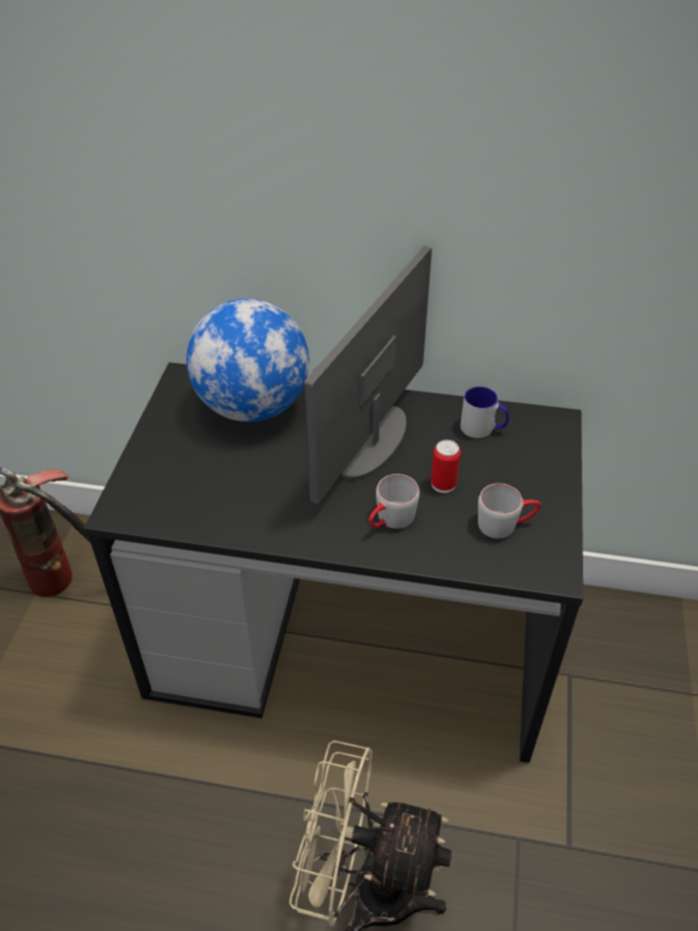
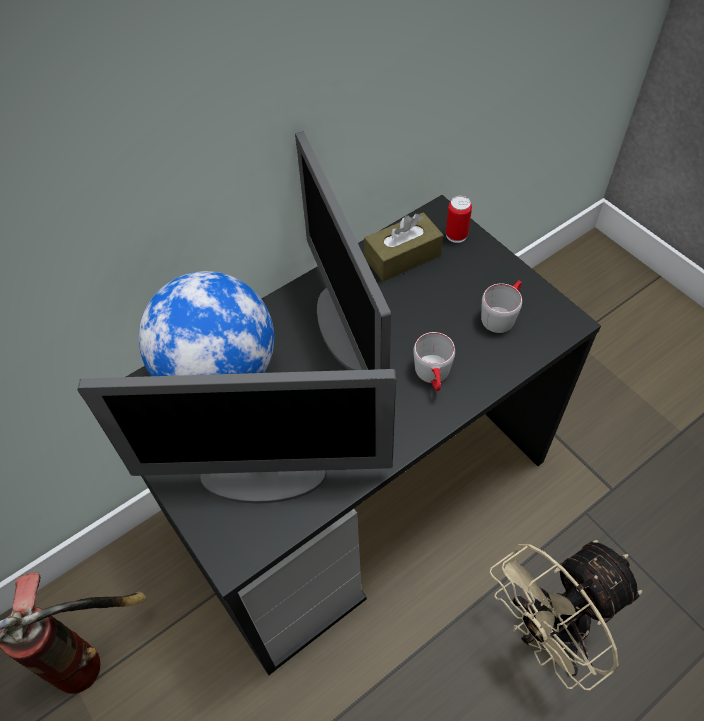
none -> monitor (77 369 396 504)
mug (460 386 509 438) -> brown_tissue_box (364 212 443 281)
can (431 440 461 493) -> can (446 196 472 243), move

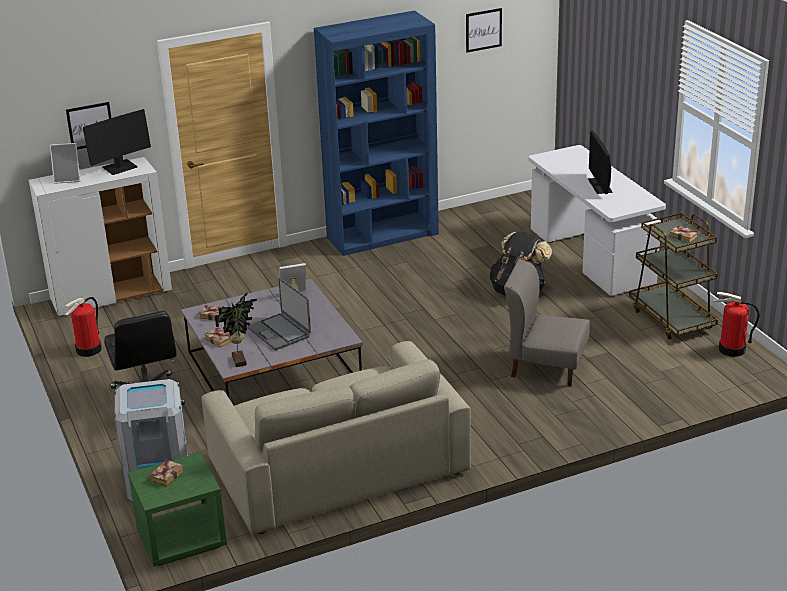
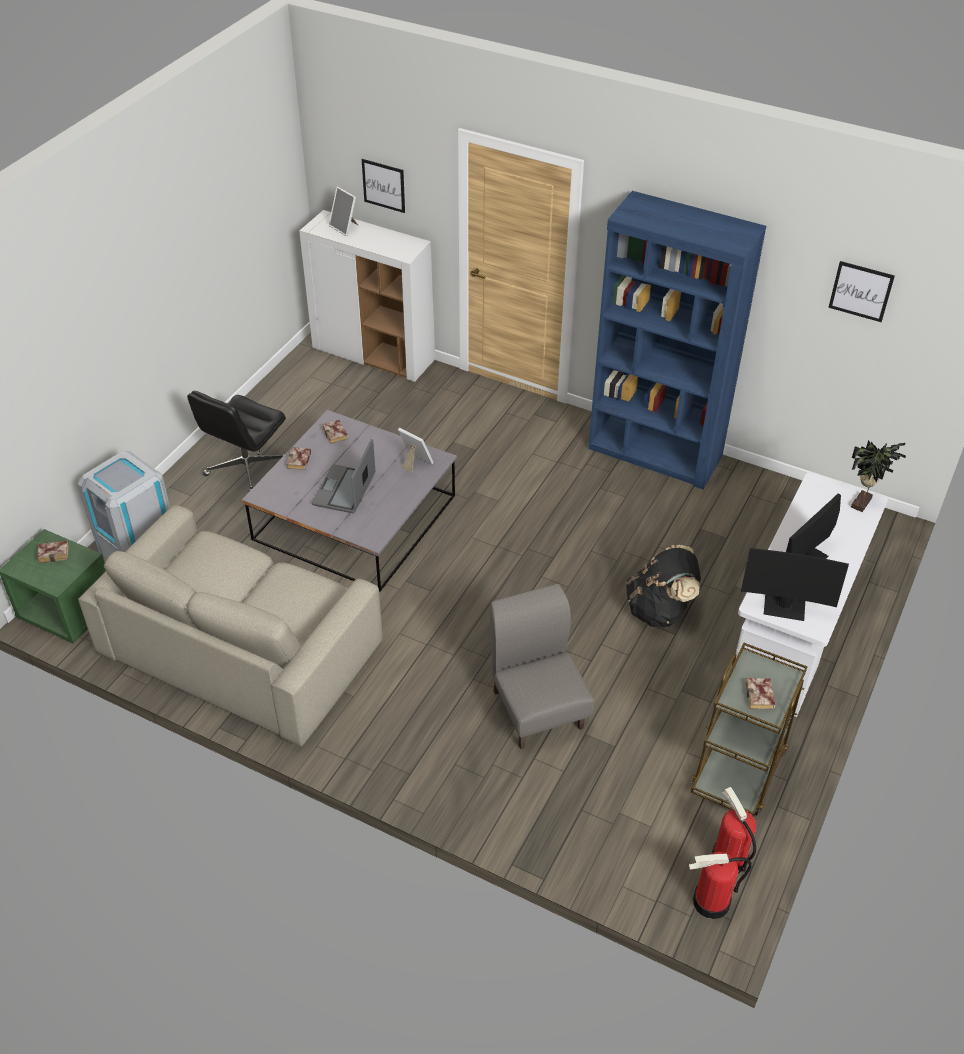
fire_extinguisher (65 297 102 357) -> fire_extinguisher (689 852 752 919), move
monitor (83 109 151 175) -> monitor (741 548 849 621), move
potted_plant (215 293 257 367) -> potted_plant (851 440 906 512), move

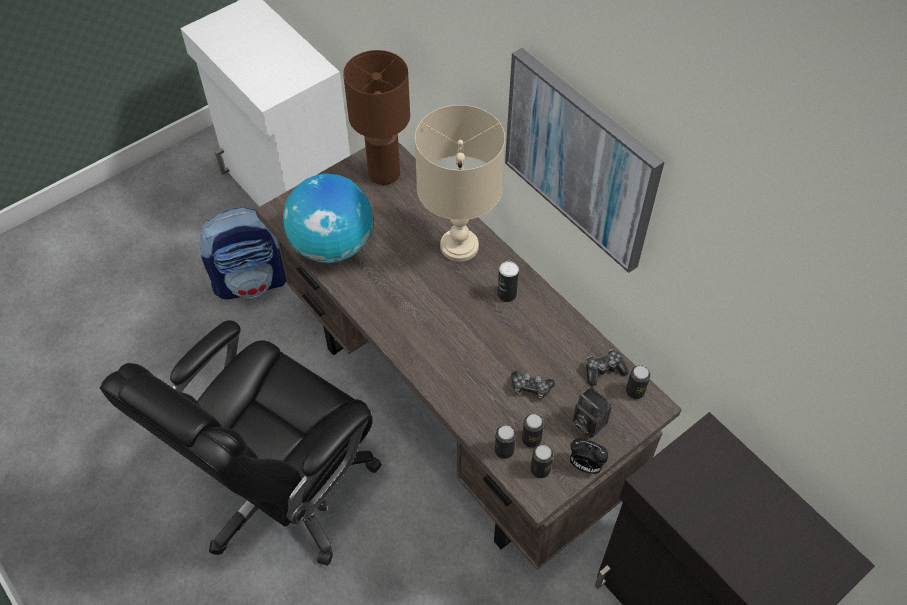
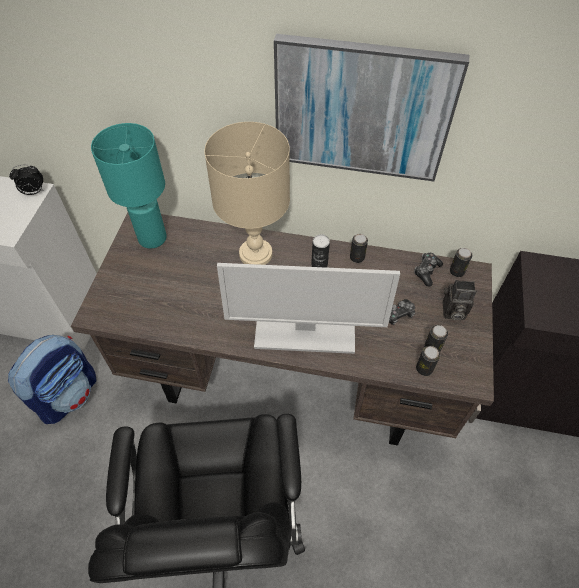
alarm_clock (570 438 609 474) -> alarm_clock (9 164 44 195), move
brown_table_lamp (343 50 410 185) -> turquoise_table_lamp (91 123 167 249)
none -> monitor (217 263 400 354)
can (530 444 553 478) -> can (350 234 368 263), move
globe (283 174 373 263) -> none

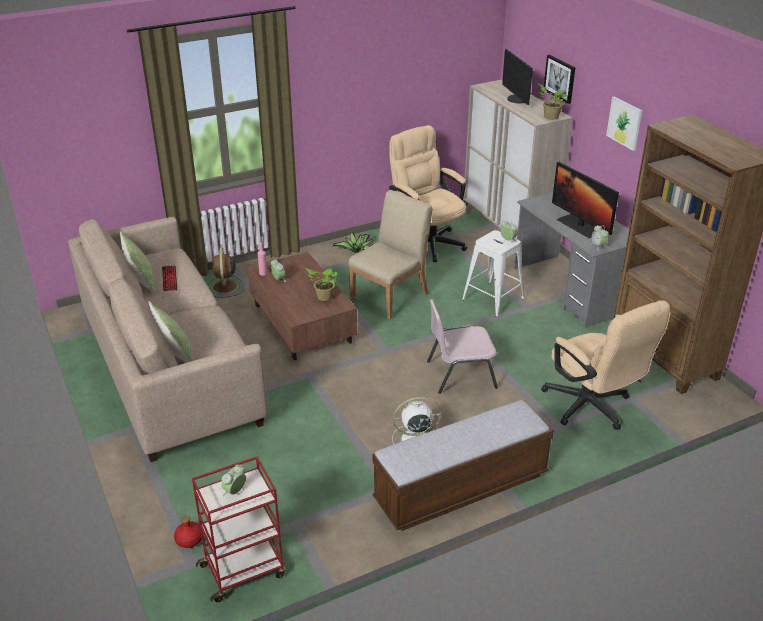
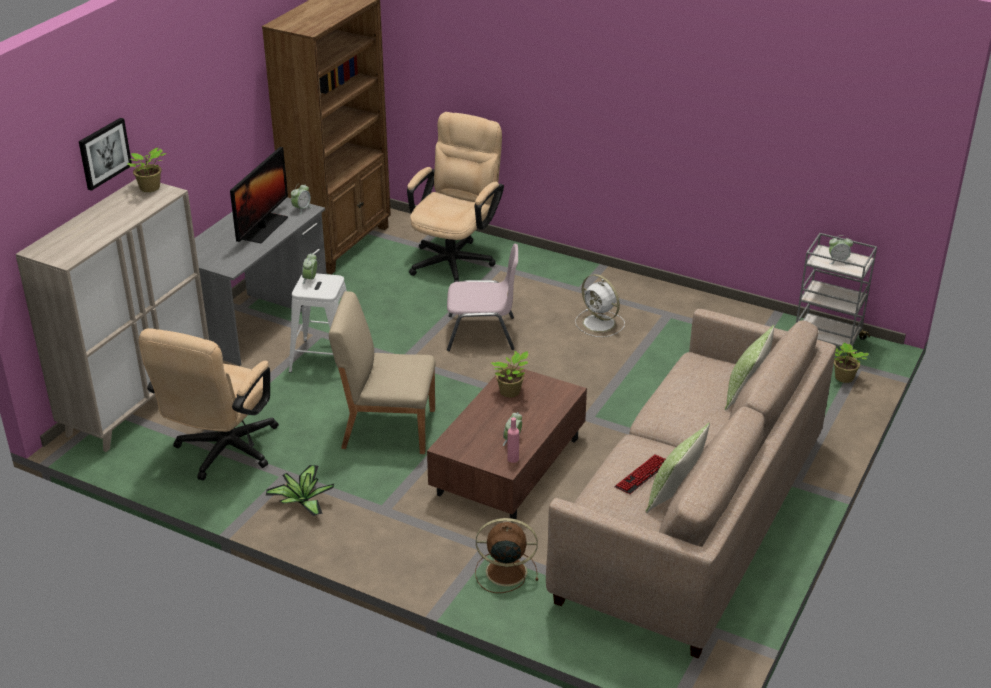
pink_chair (427 299 498 394) -> pink_chair (447 244 518 351), 45 degrees counterclockwise
brown_fan (207 247 244 298) -> brown_fan (475 518 538 593), 135 degrees counterclockwise
red_cart (192 456 286 602) -> grey_cart (796 233 877 359)
red_bottle (174 516 202 548) -> potted_plant (834 342 869 383)
bench (372 400 554 531) -> none
monitor (502 49 533 105) -> none
picture (606 96 642 151) -> none

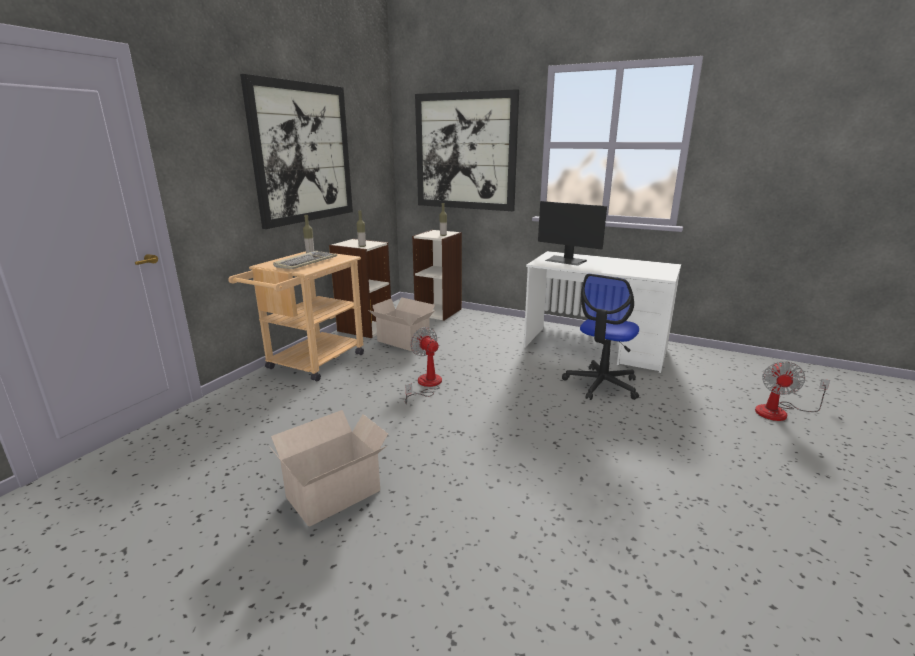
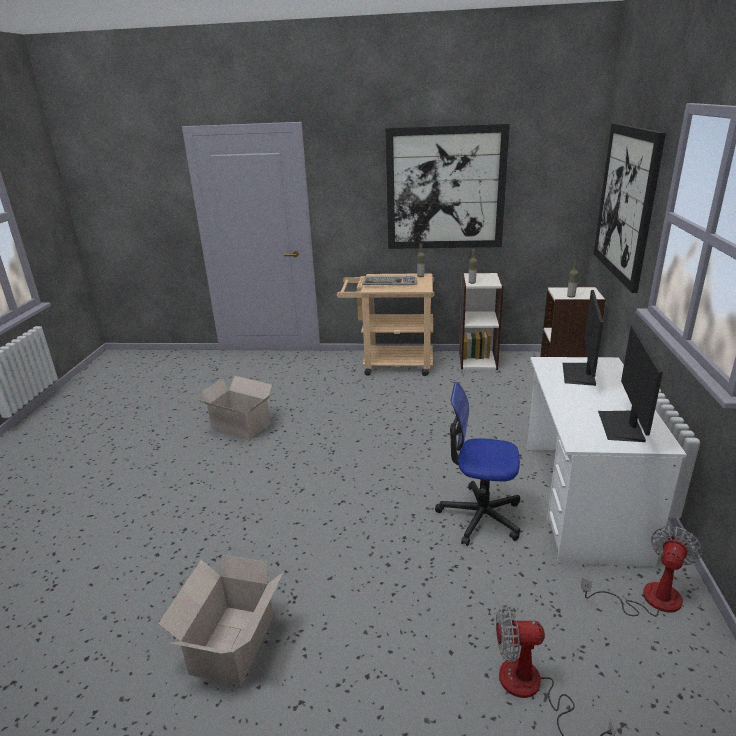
cardboard_box (368 297 435 351) -> cardboard_box (158 555 283 686), move
fan (405 327 442 404) -> fan (581 526 702 616), move
none -> monitor (598 326 663 442)

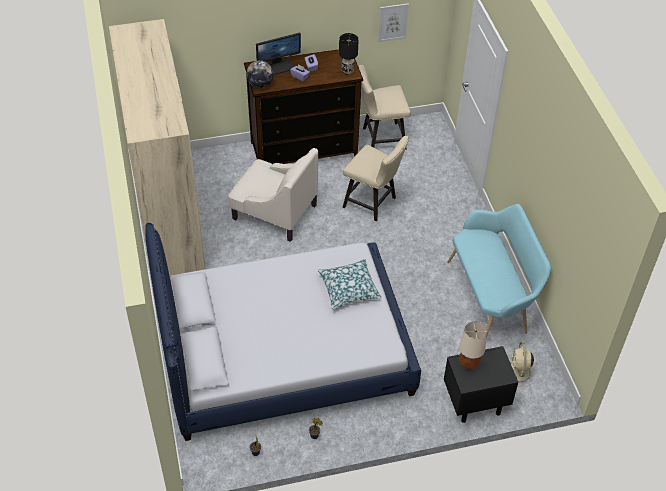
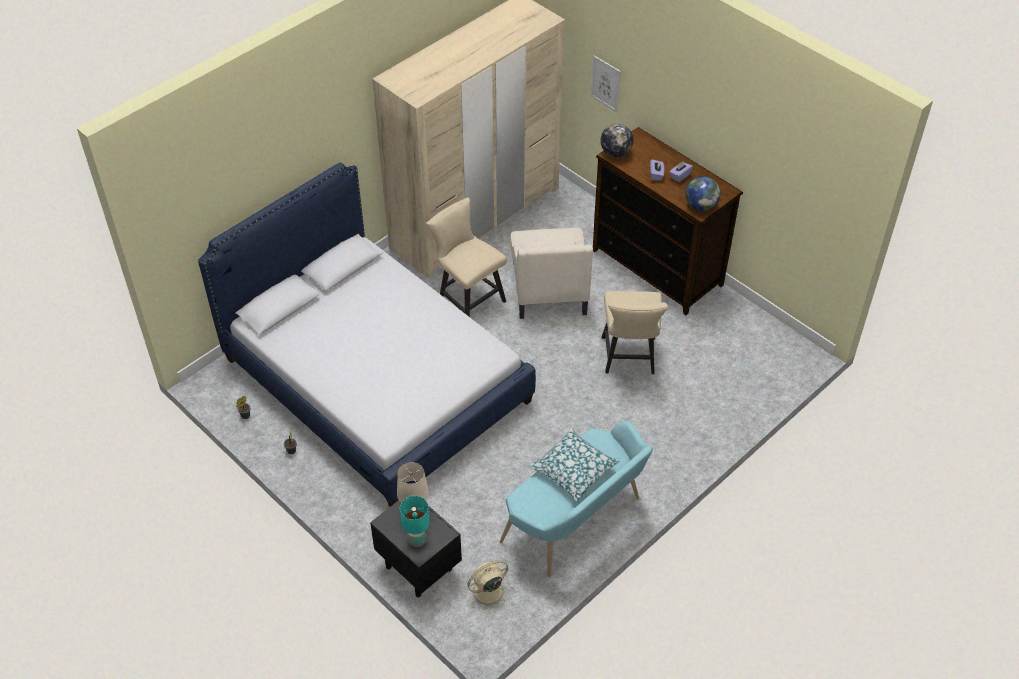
none -> turquoise_table_lamp (400 496 430 547)
beige_chair (358 65 411 150) -> beige_chair (426 197 507 317), move
pillow (318 259 381 310) -> pillow (529 428 619 502), move
picture (378 3 409 42) -> picture (591 55 621 113), move
black_table_lamp (339 33 359 75) -> globe (686 176 720 211)
monitor (256 33 301 75) -> none

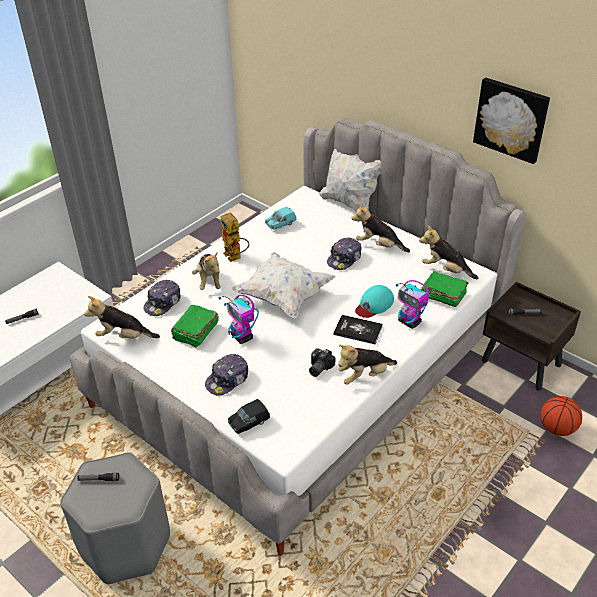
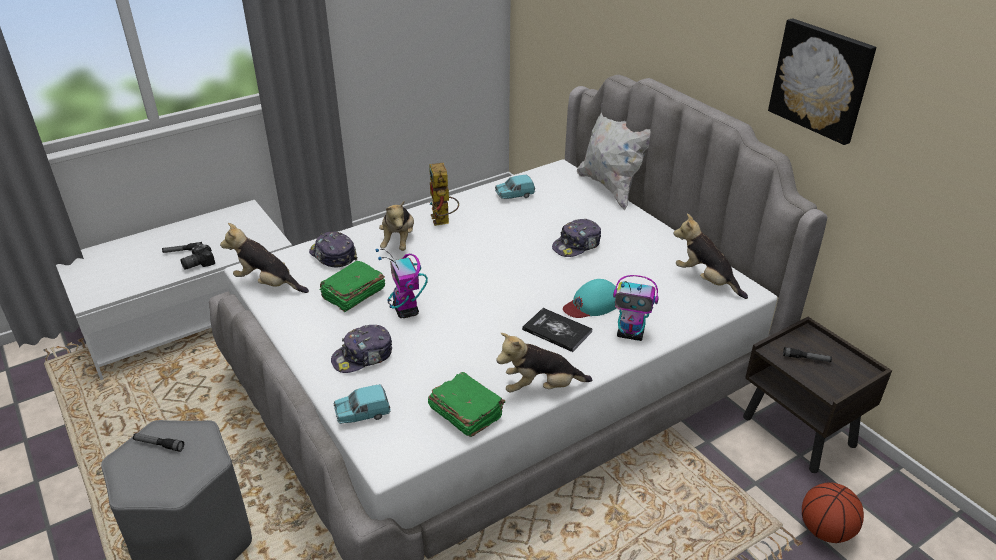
photo_camera (309 349 335 377) -> photo_camera (180 244 215 269), move
cap (143 280 180 316) -> cap (309 232 357 268), 90 degrees clockwise
black_toy_car (228 399 270 434) -> turquoise_toy_car (333 384 391 424)
green_book (421 271 469 307) -> green_book (428 372 505 437), move
toy_robot (396 280 429 329) -> toy_robot (613 275 658 341), 45 degrees counterclockwise
white_pillow (232 252 336 318) -> none
plush_toy (352 203 410 252) -> none

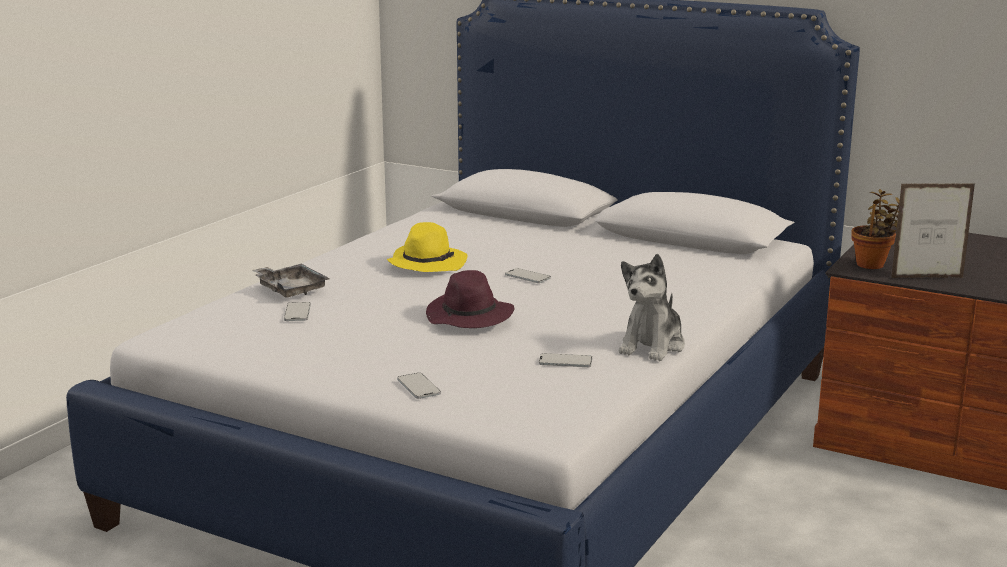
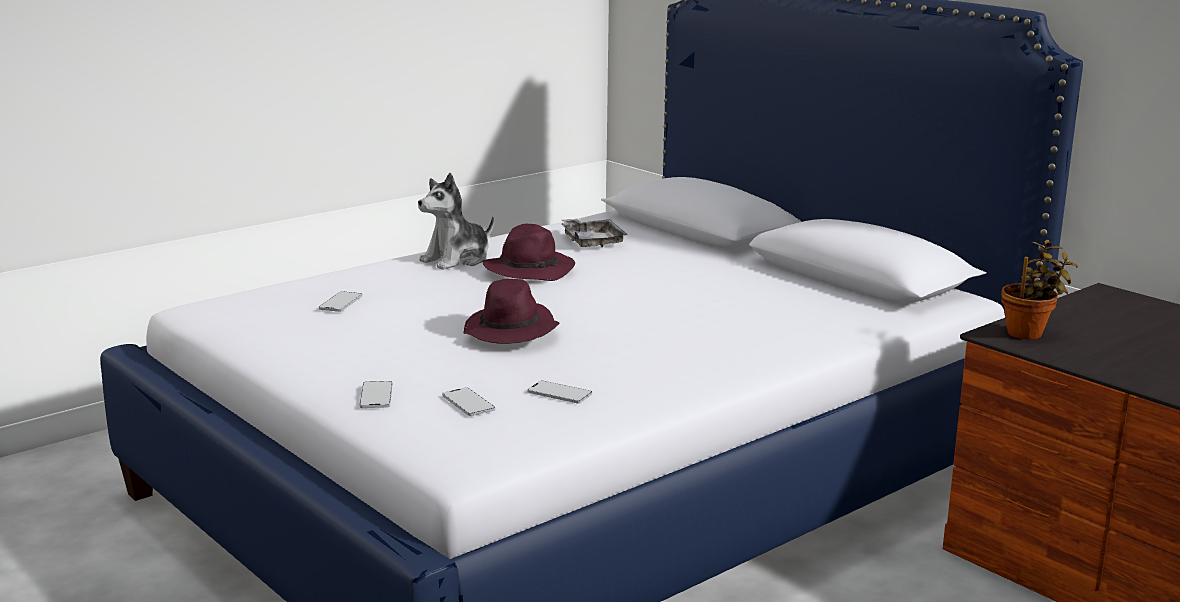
plush_toy (618 254 685 361) -> plush_toy (418 173 494 270), move
phone (505 268 551 283) -> phone (442 387 495 416), move
yellow_hat (387 222 467 272) -> purple_hat (483 224 575 281)
grey_tray (252 264 330 297) -> grey_tray (562 219 628 247), move
picture_frame (891 183 975 278) -> none

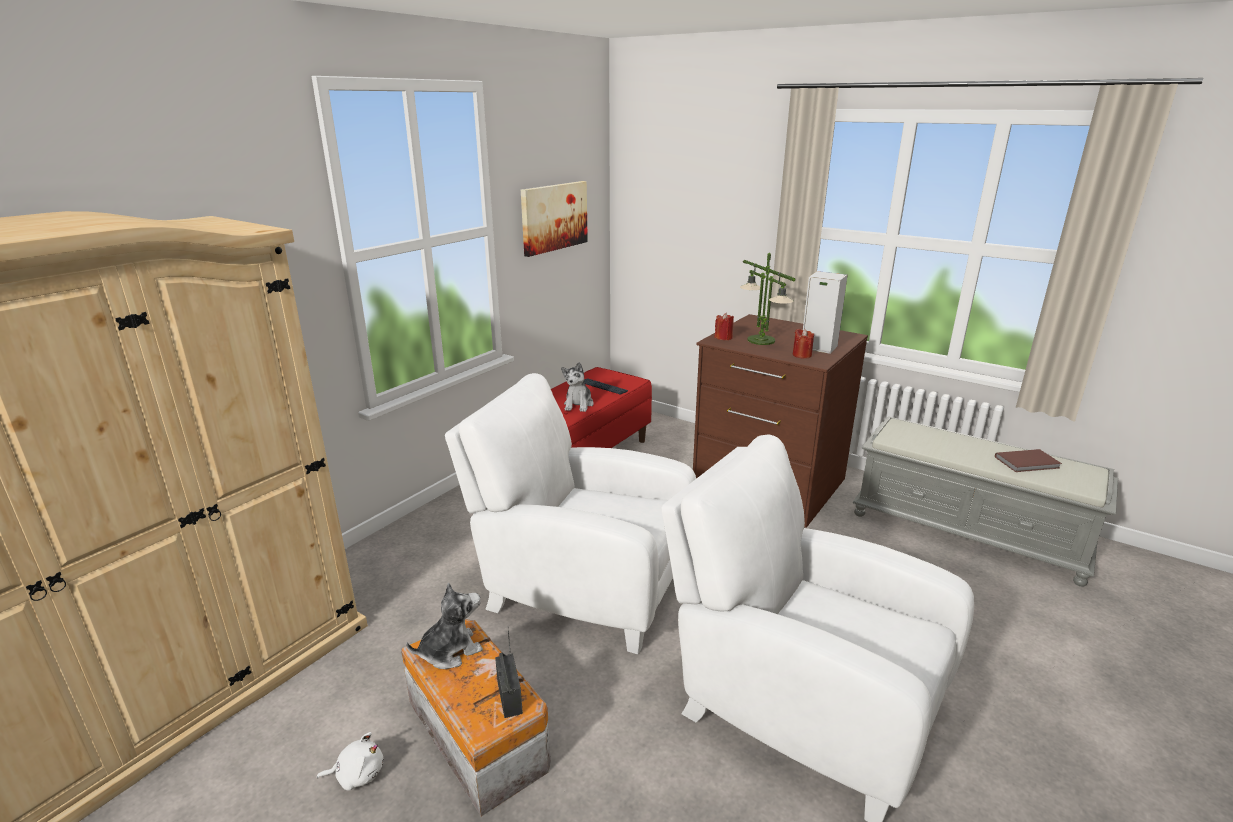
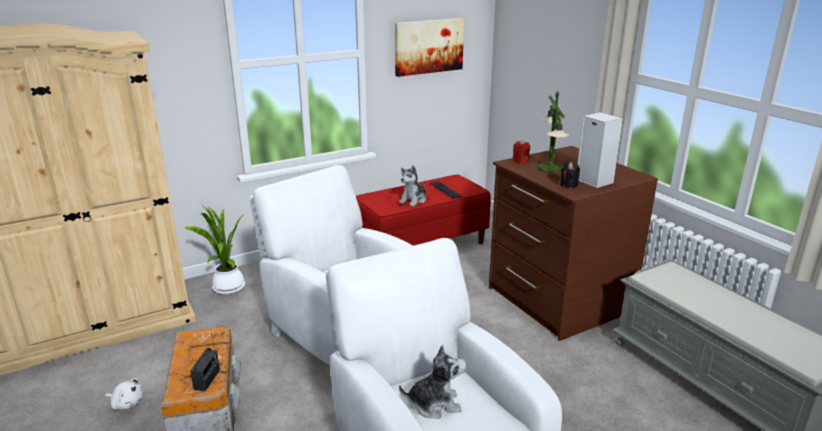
none -> potted_plant (185 206 245 295)
plush_toy (406 582 483 669) -> plush_toy (399 345 467 419), move
red_candle (793 329 814 358) -> black_candle (560 161 580 189)
brown_book (995 449 1062 472) -> none

